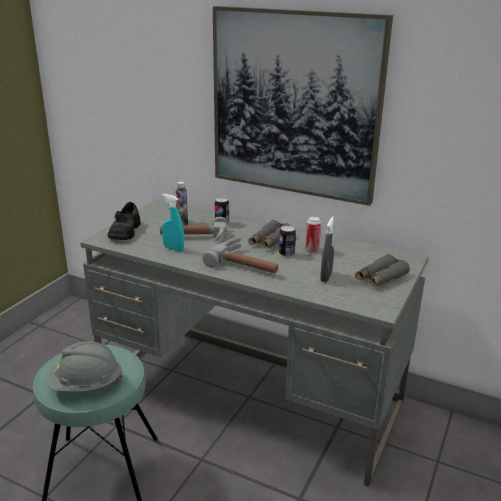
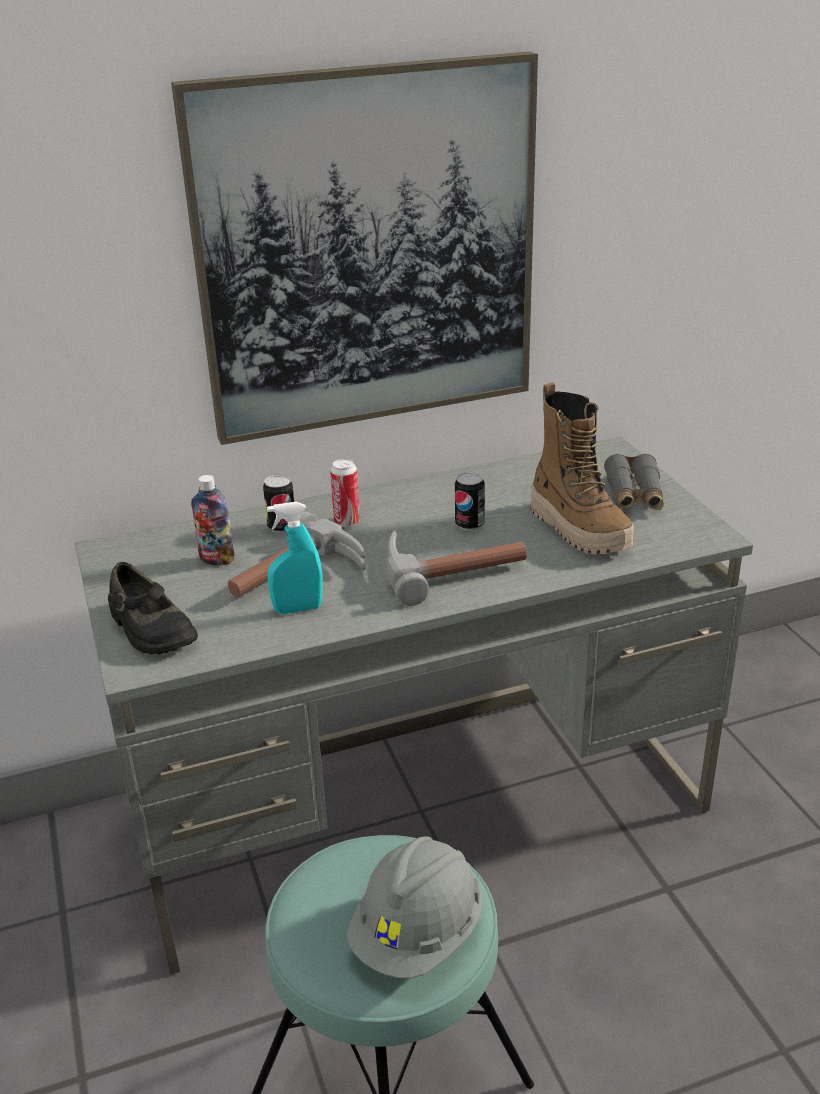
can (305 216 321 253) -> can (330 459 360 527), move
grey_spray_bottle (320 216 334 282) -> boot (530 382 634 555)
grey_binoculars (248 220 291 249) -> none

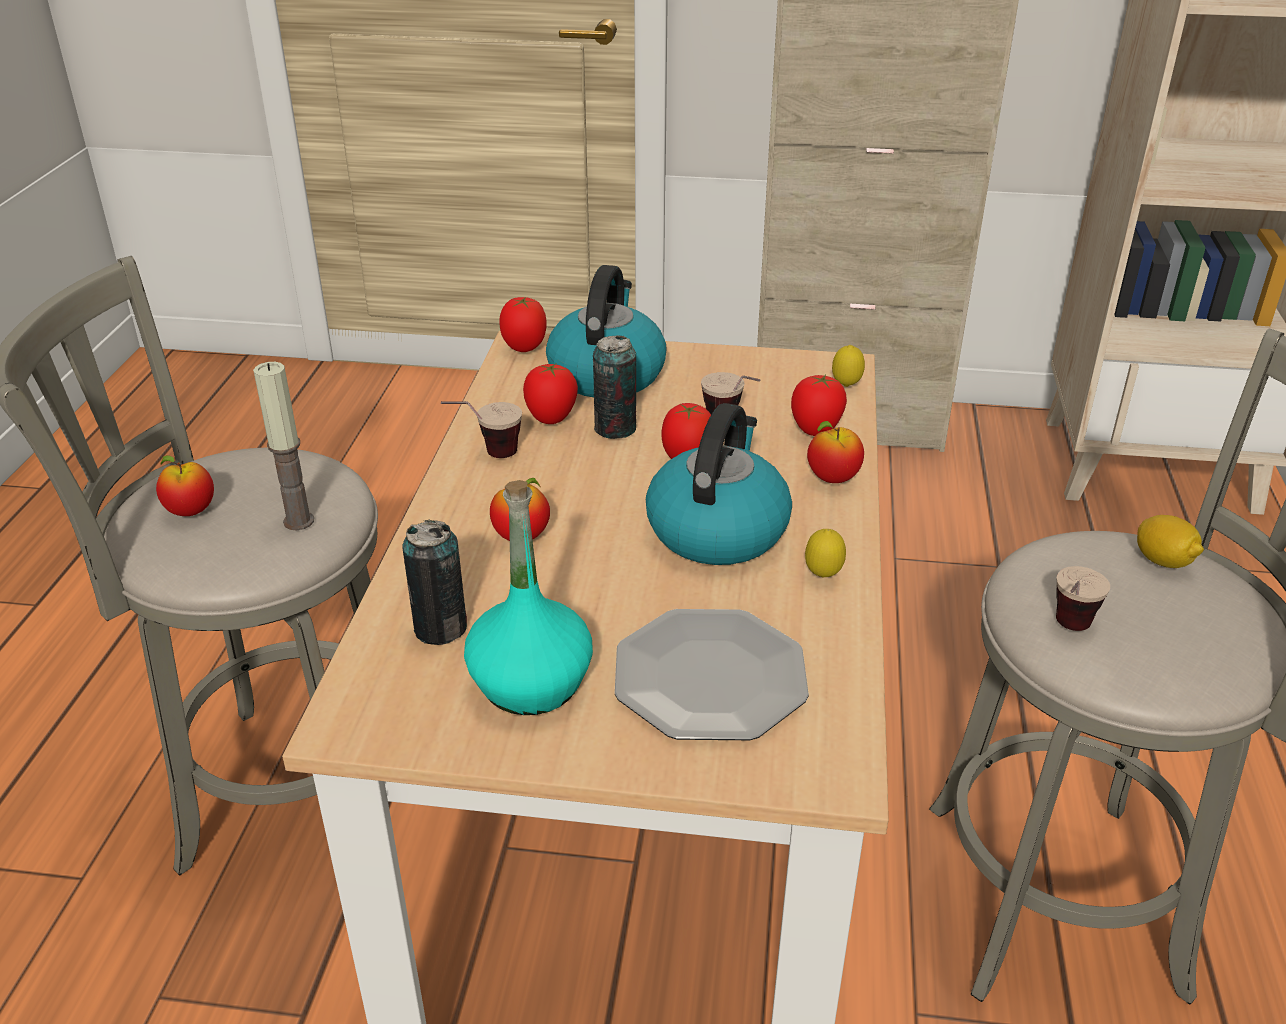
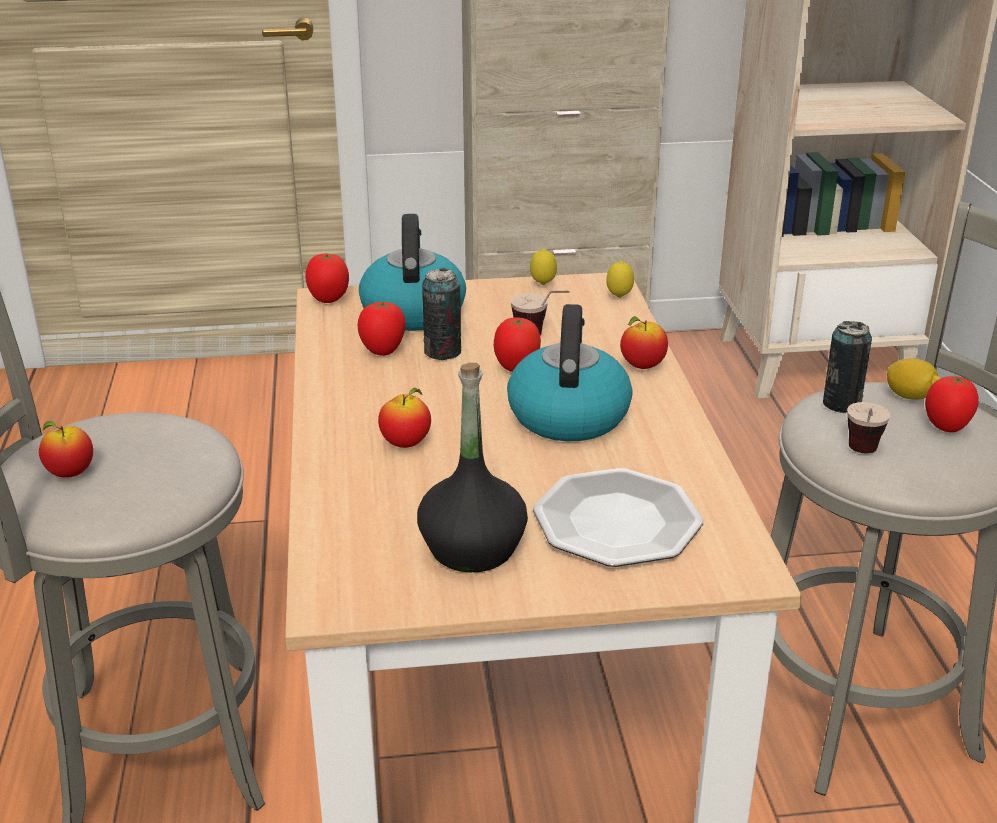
turquoise_bottle (464 480 593 715) -> black_bottle (417 363 528 573)
lemon (805 529 846 577) -> lemon (530 249 557 285), move
can (402 520 467 645) -> can (823 321 872 413), move
tomato (791 374 847 436) -> tomato (925 375 979 432), move
candle (253 362 314 530) -> none
cup (441 401 522 458) -> none

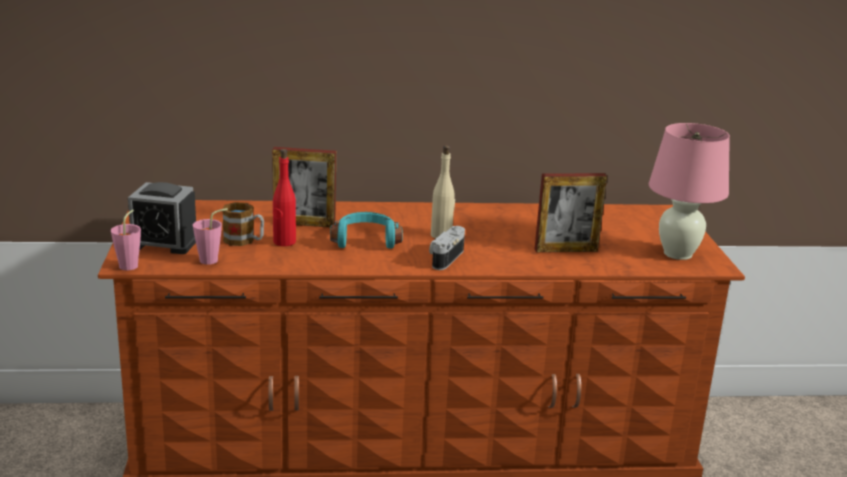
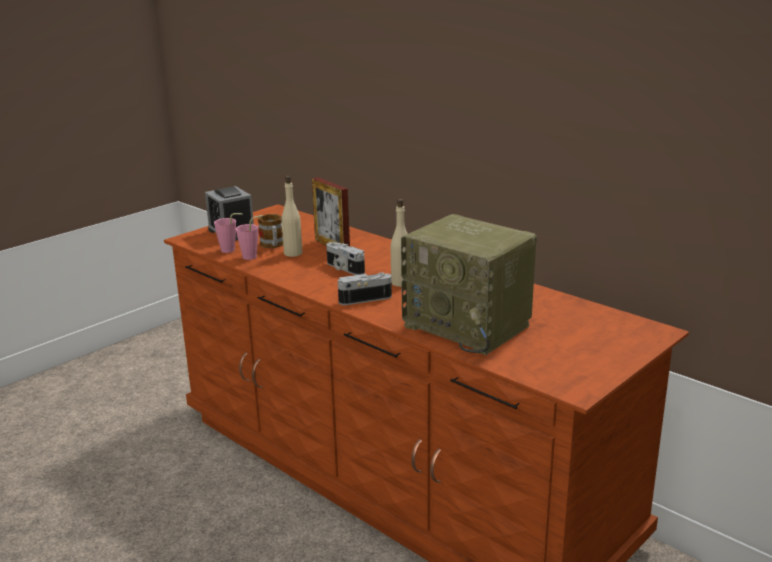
pink_cup (111 210 141 271) -> pink_cup (236 215 263 260), move
red_bottle (273 149 296 246) -> beige_bottle (281 176 303 257)
turquoise_headphones (330 212 403 248) -> photo_camera (326 242 365 275)
picture_frame (535 173 607 253) -> radio (401 214 537 355)
pink_table_lamp (649 123 730 260) -> none

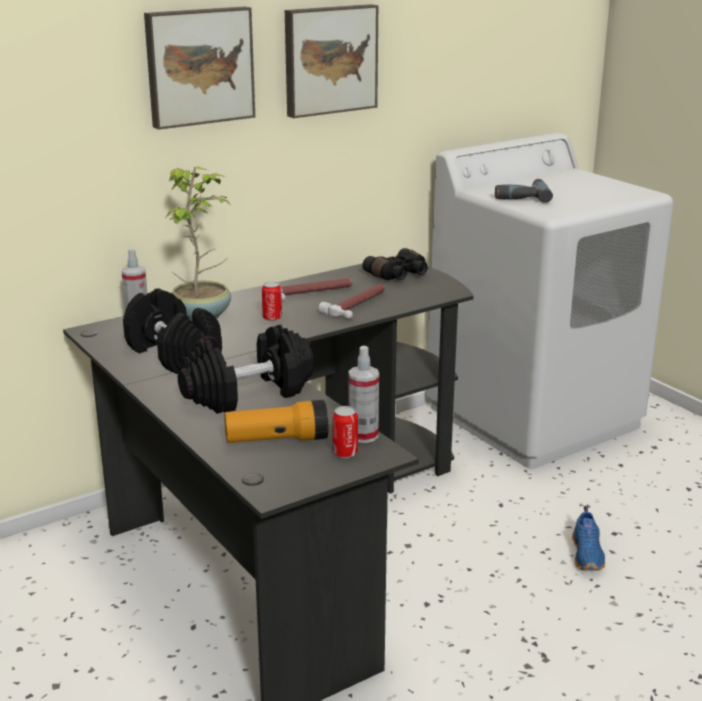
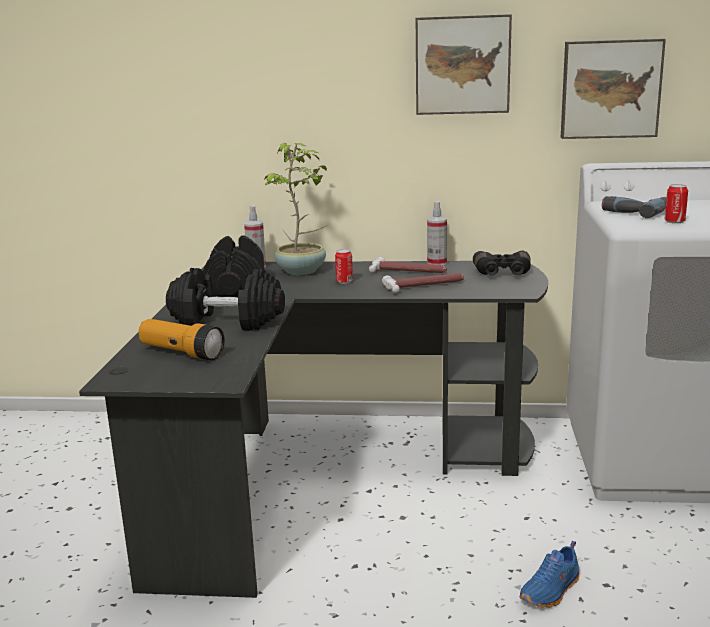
spray_bottle (348 346 379 443) -> spray_bottle (427 201 447 265), move
picture (144 6 255 130) -> picture (561 39 666 139), move
can (332 406 358 458) -> can (665 184 688 224), move

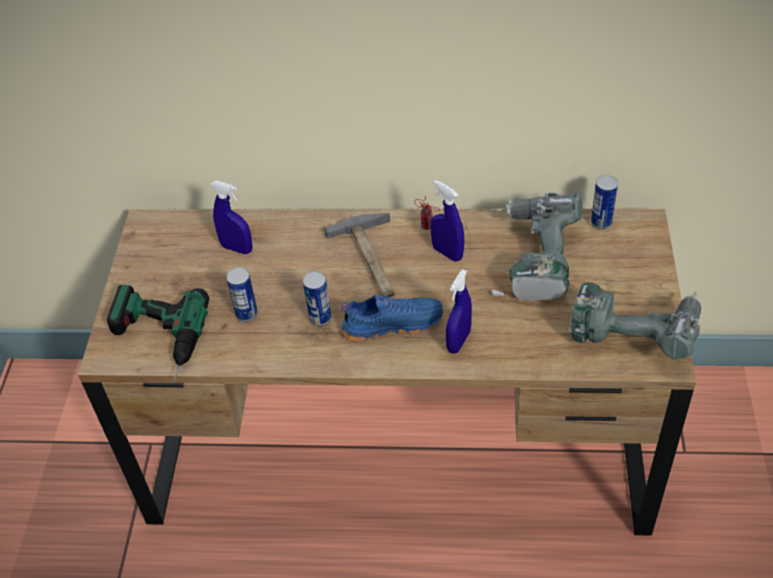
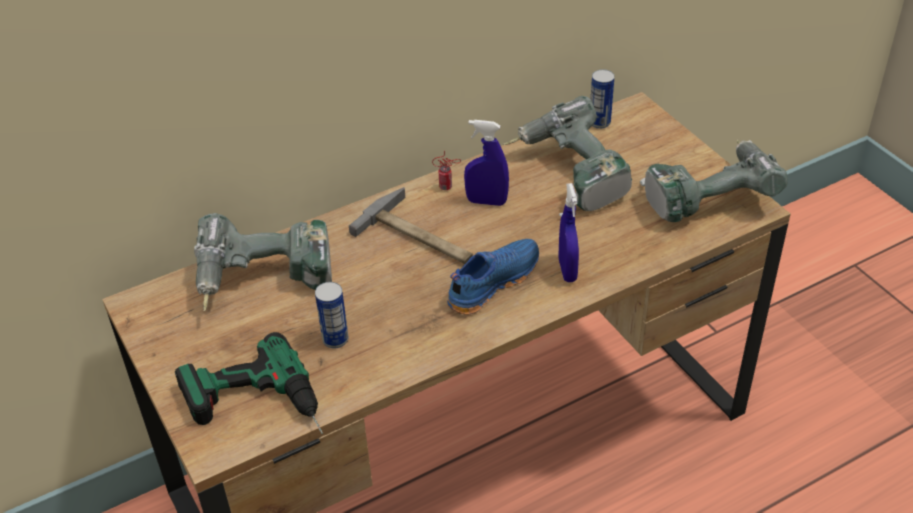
blue_spray_bottle (211 181 252 254) -> power_drill (194 213 332 311)
can (303 271 331 326) -> none

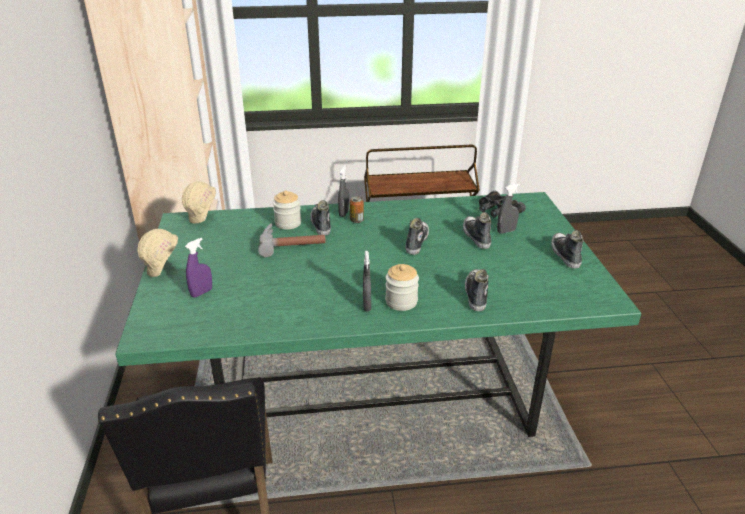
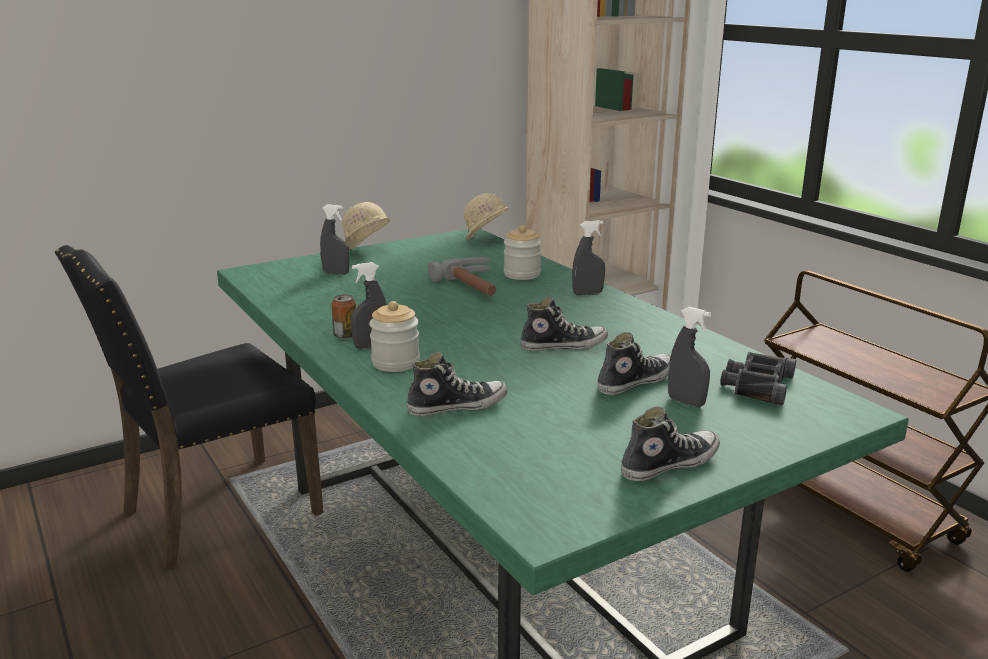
purple_spray_bottle (185 238 212 298) -> grey_spray_bottle (320 204 349 275)
can (350 196 364 223) -> can (332 294 356 340), move
shoe (310 200 331 235) -> none

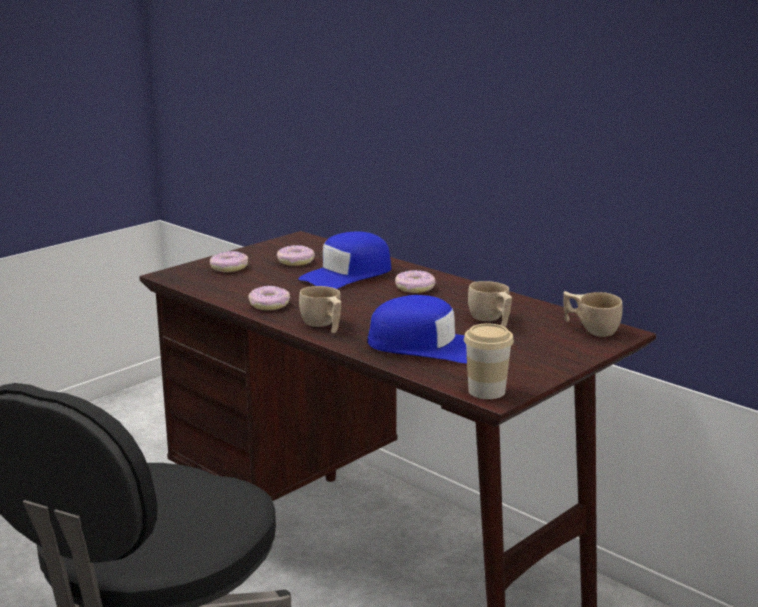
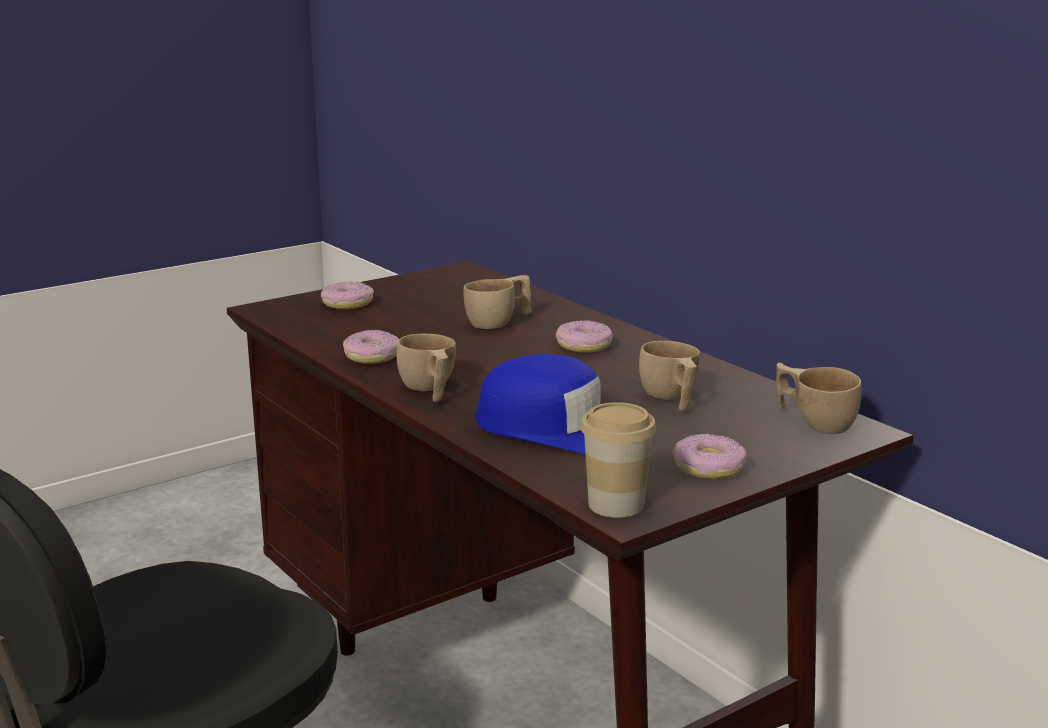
blue_cap (298 231 391 289) -> beige_cup (463 275 532 329)
donut (277 245 315 266) -> donut (673 433 748 479), move

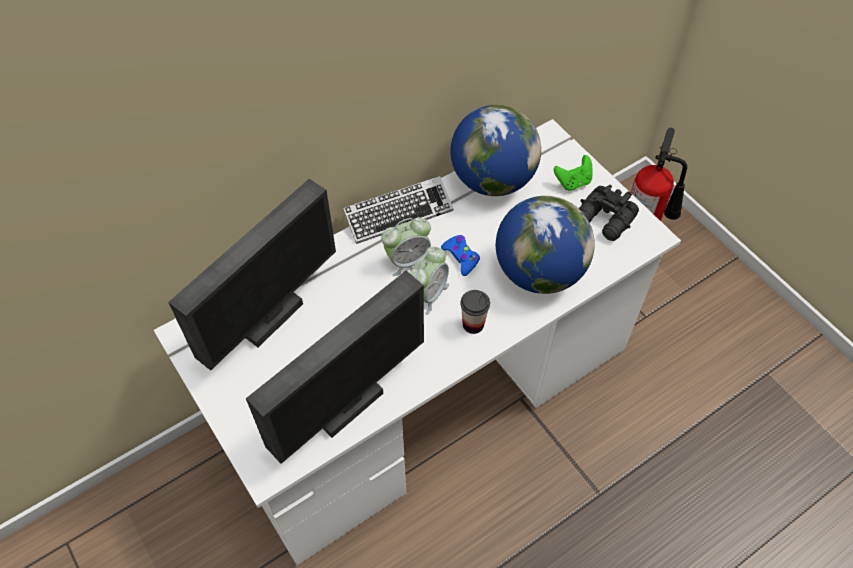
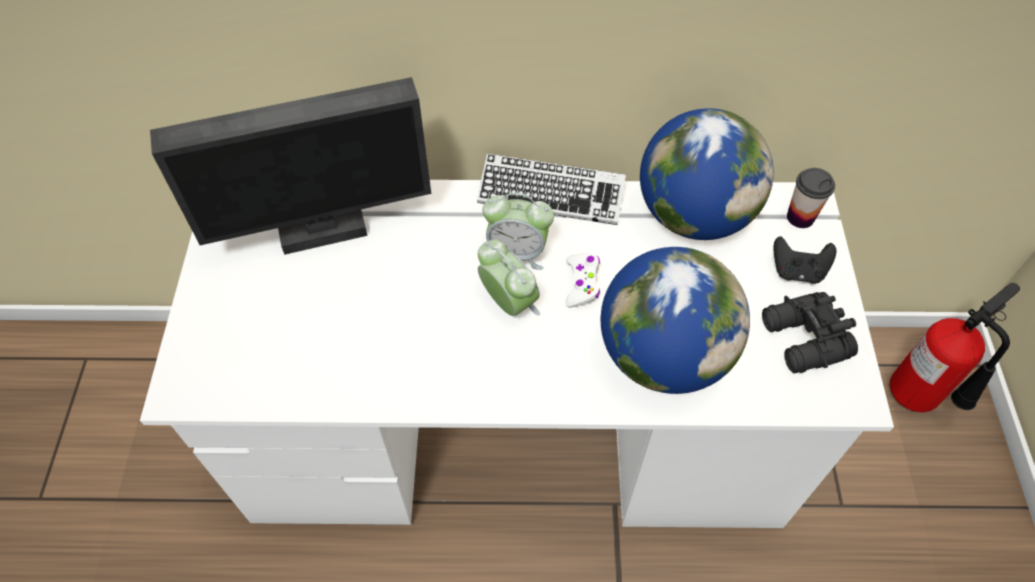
alarm_clock (409 247 449 315) -> alarm_clock (478 239 540 316), 105 degrees counterclockwise
blue_game_controller (441 235 480 276) -> white_game_controller (565 253 600 308)
green_game_controller (554 155 593 190) -> black_game_controller (773 236 836 284)
cup (460 290 490 334) -> cup (787 168 835 228), move
monitor (246 271 424 464) -> none

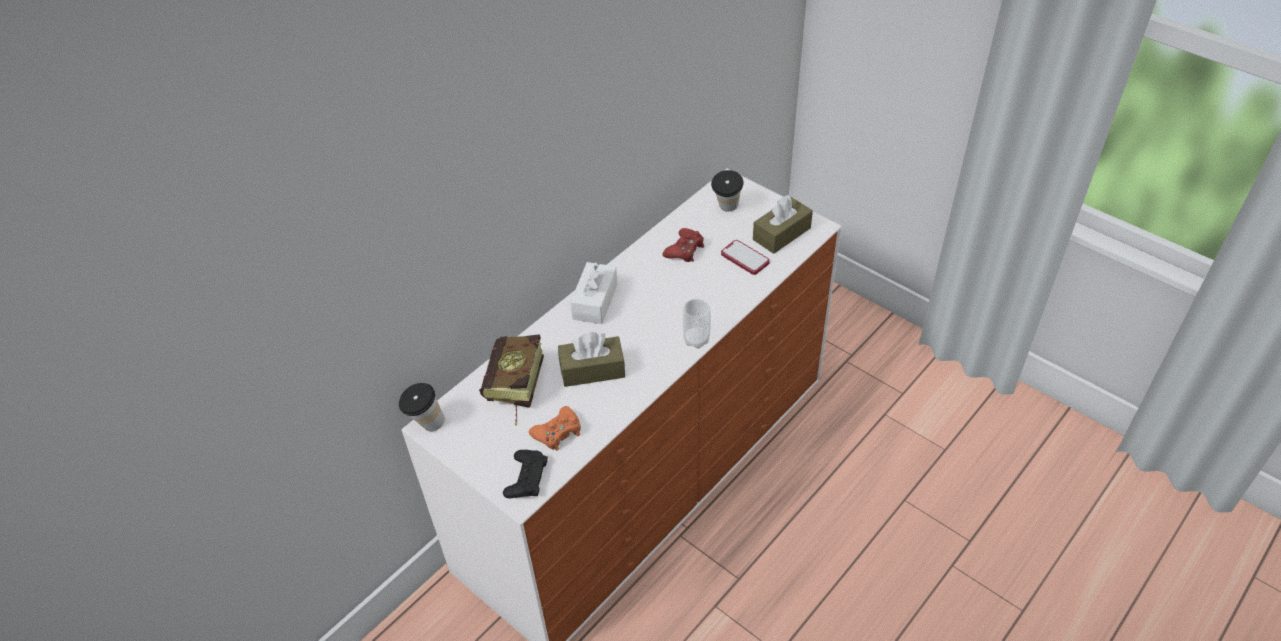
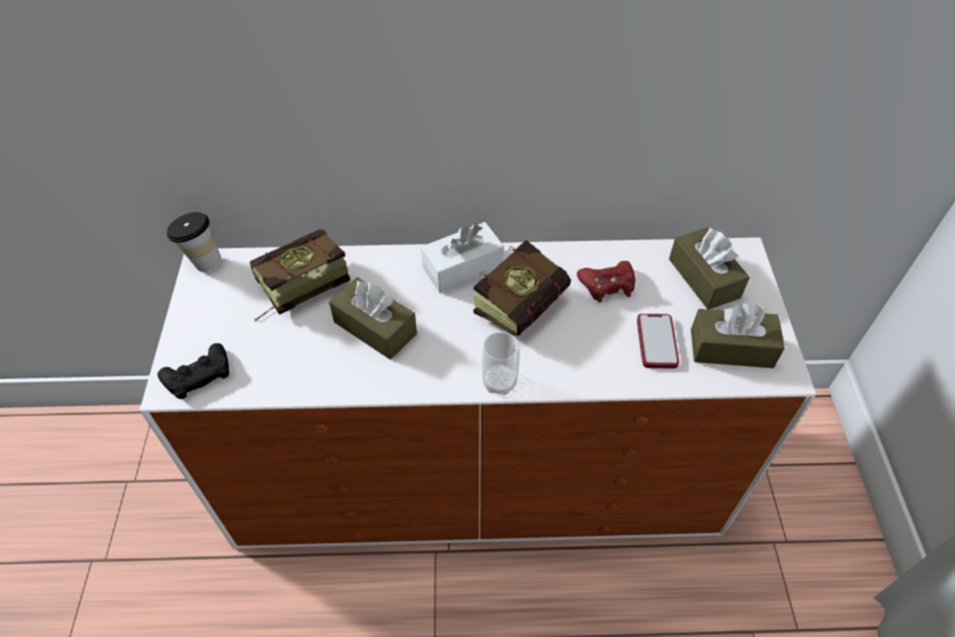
none -> book (473 240 571 336)
cup (711 170 743 212) -> brown_tissue_box (669 227 750 309)
orange_game_controller (529 406 581 451) -> none

